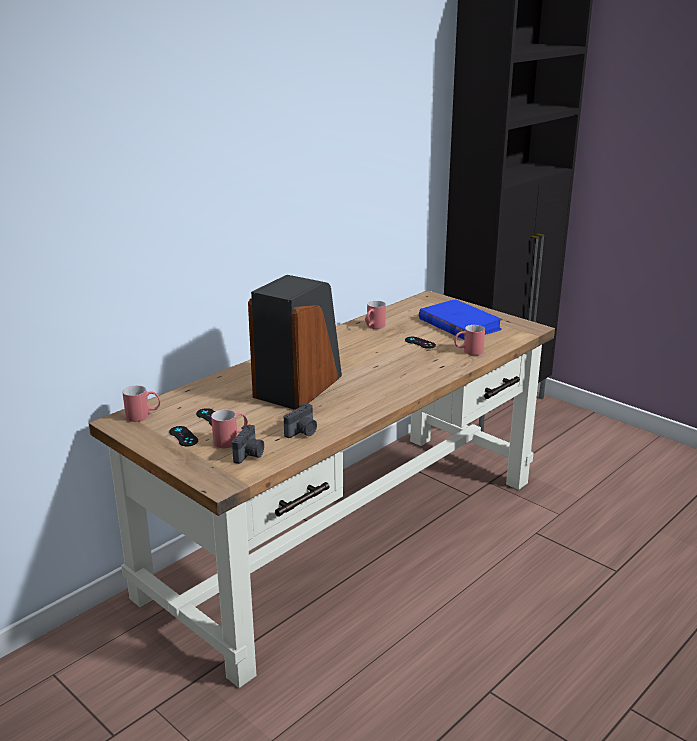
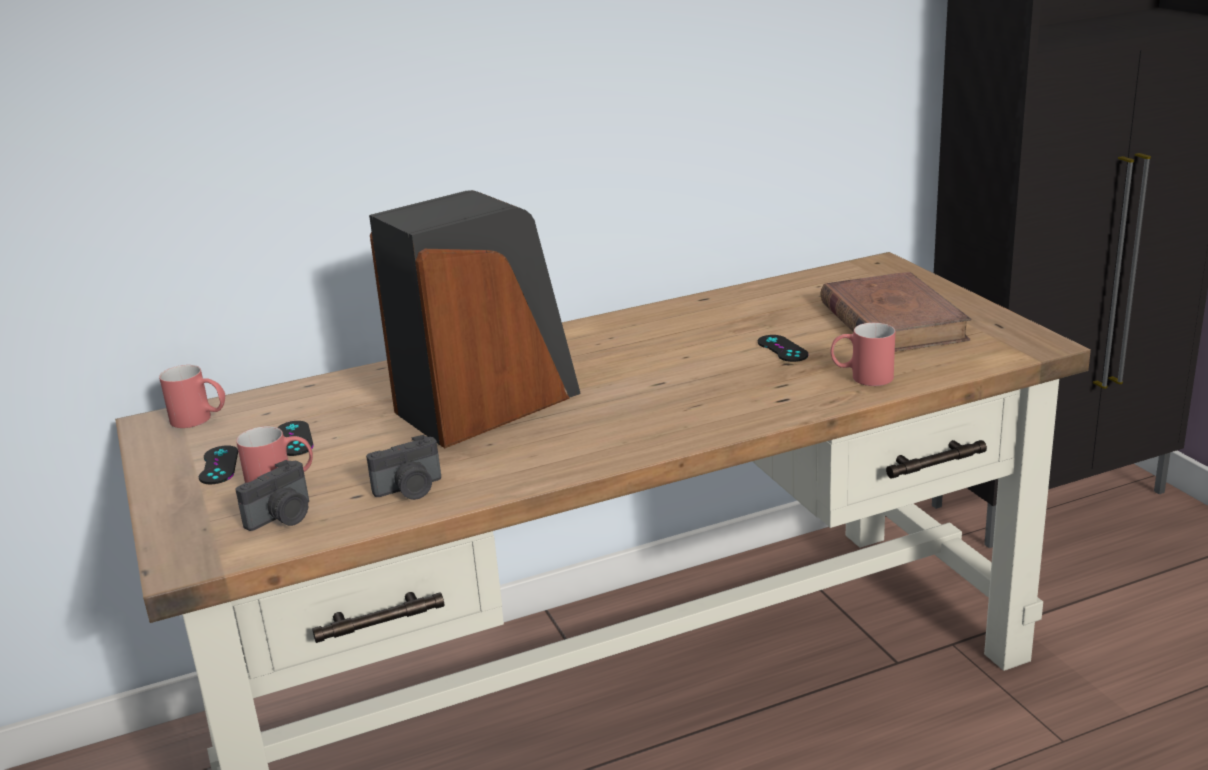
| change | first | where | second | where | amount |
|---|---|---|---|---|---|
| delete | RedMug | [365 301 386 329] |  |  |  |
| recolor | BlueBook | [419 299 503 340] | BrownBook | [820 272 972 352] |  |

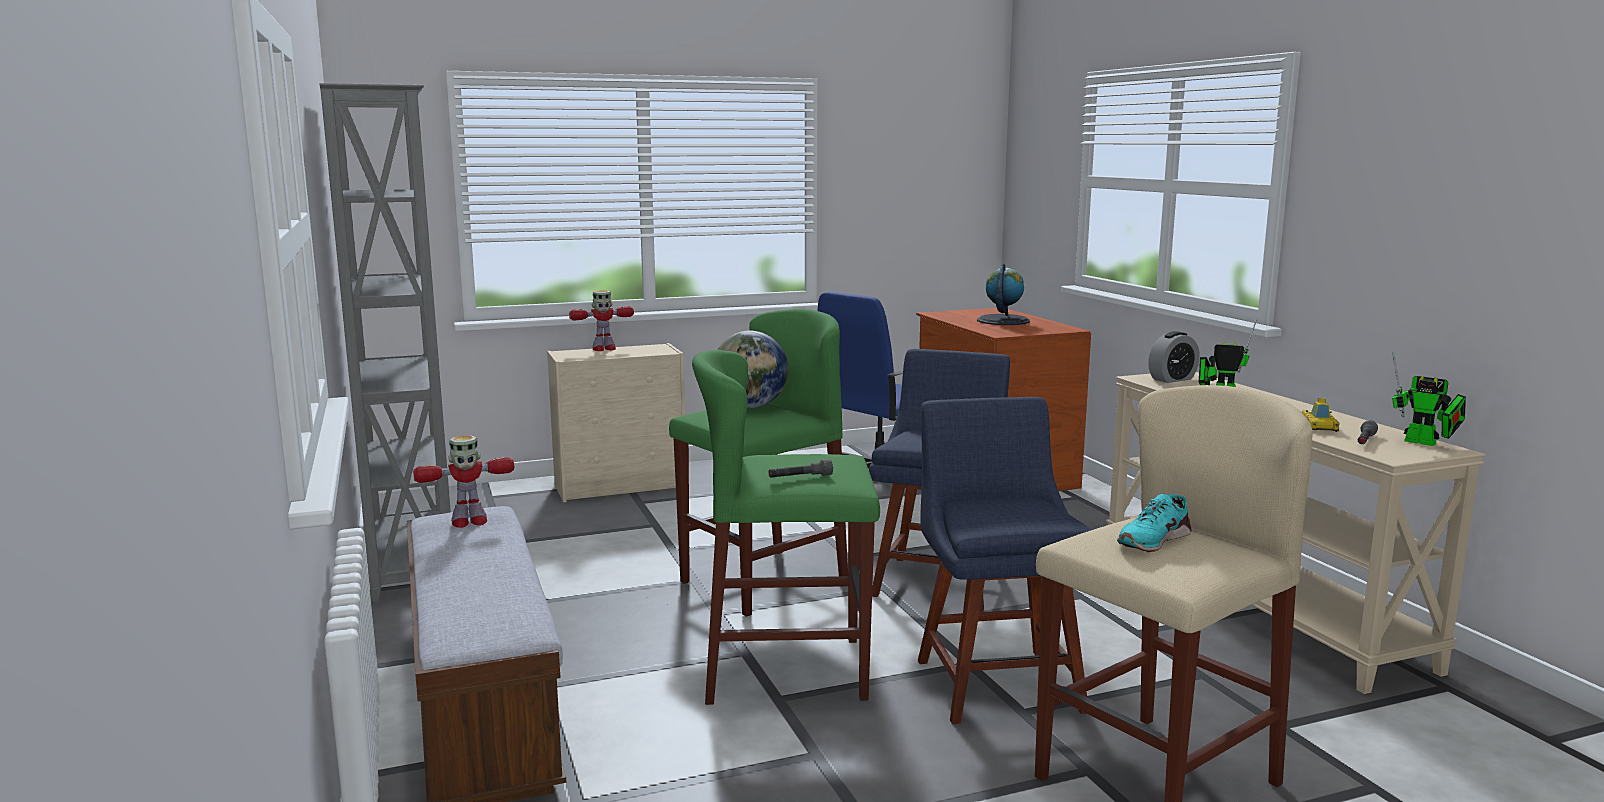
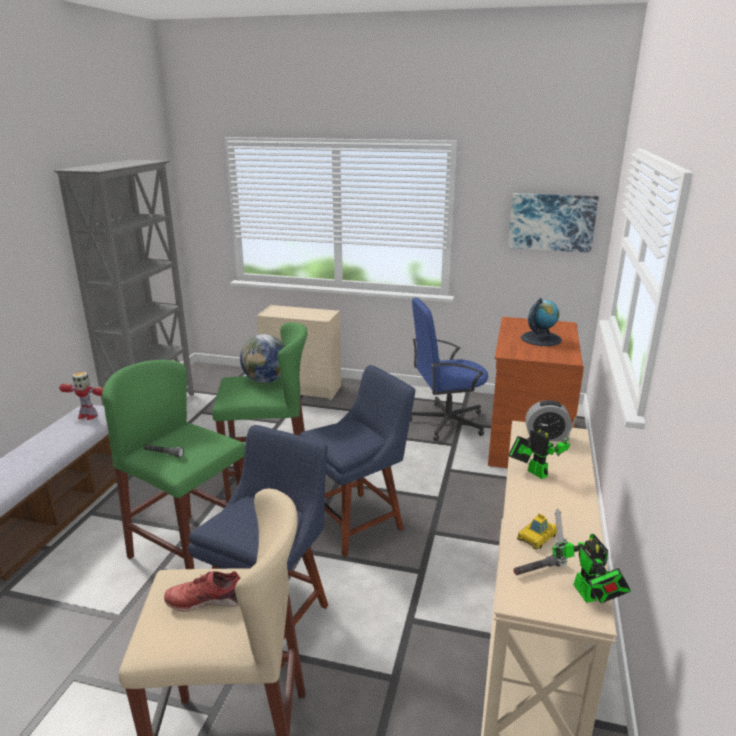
| change | first | where | second | where | amount |
|---|---|---|---|---|---|
| delete | ToyRobot | [569 290 634 351] |  |  |  |
| insert |  |  | Picture | [508 193 599 253] |  |
| recolor | TurquoiseShoe | [1117 494 1192 552] | RedShoe | [164 571 240 612] |  |

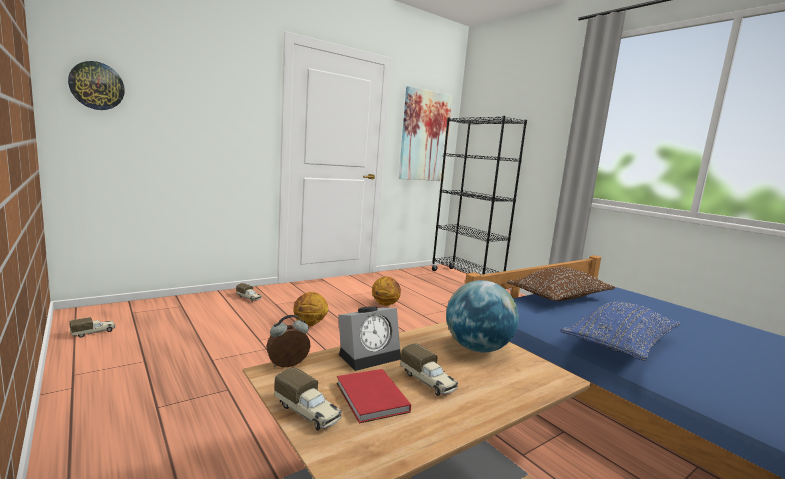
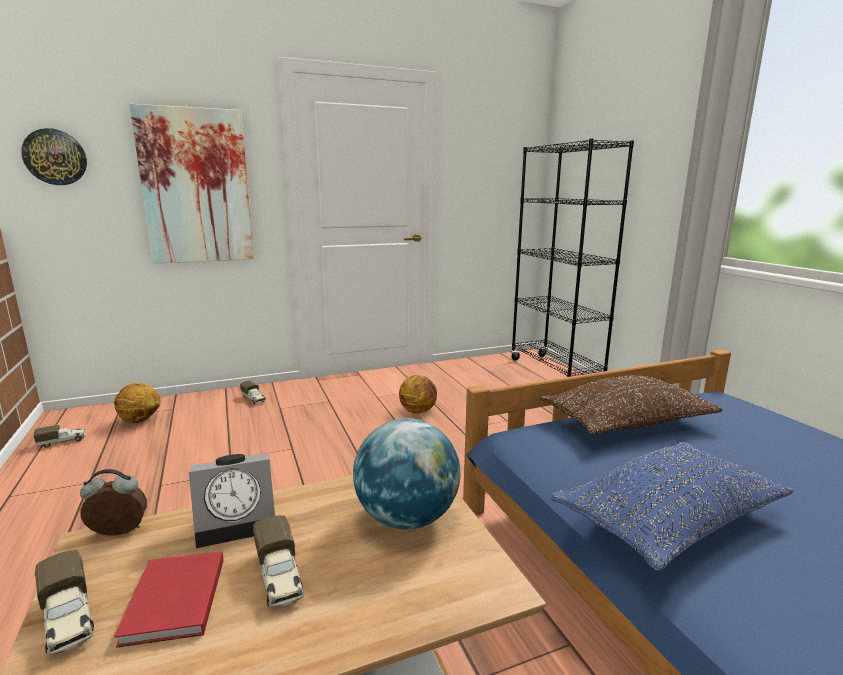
| change | first | where | second | where | amount |
|---|---|---|---|---|---|
| move | Basketball | [293 292 328 326] |  | [114 383 160 423] |  |
| move | Picture | [399 86 452 181] |  | [130 104 254 264] |  |

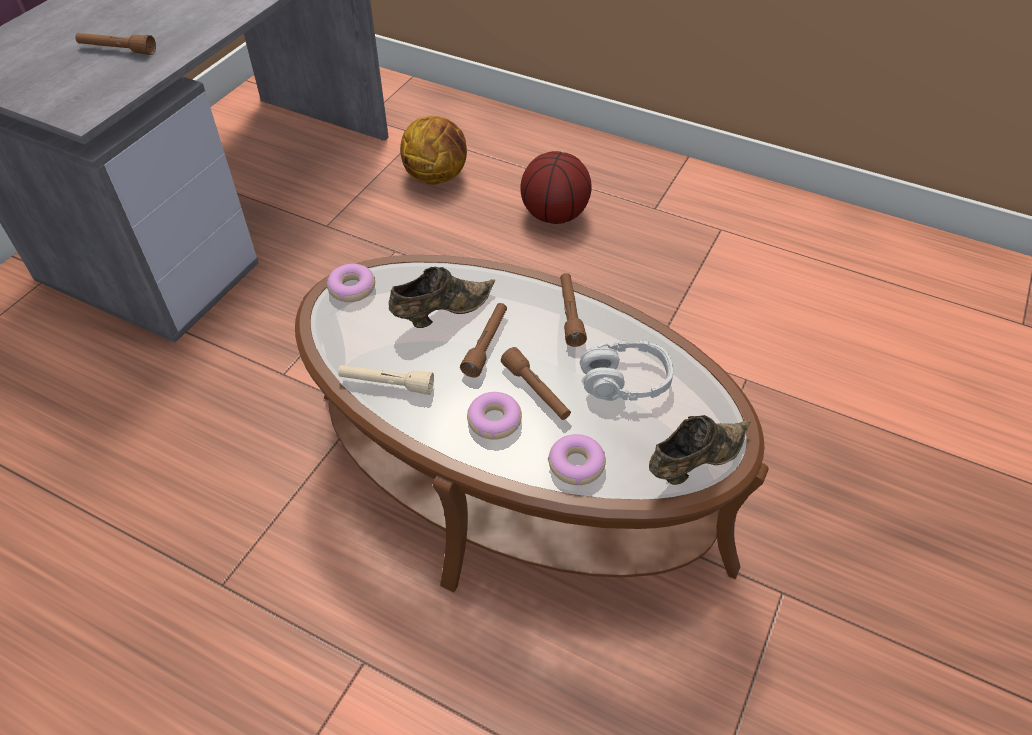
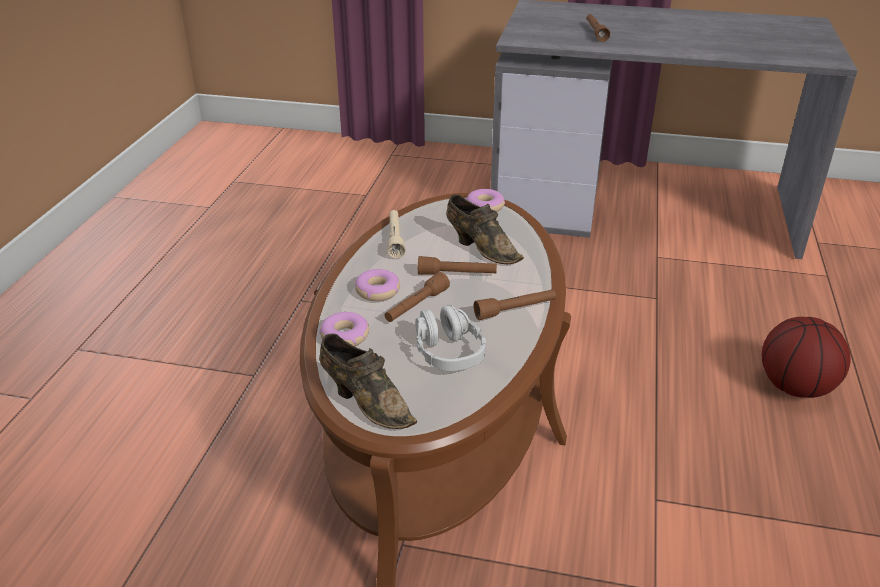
| change | first | where | second | where | amount |
|---|---|---|---|---|---|
| delete | Basketball | [400 116 467 185] |  |  |  |

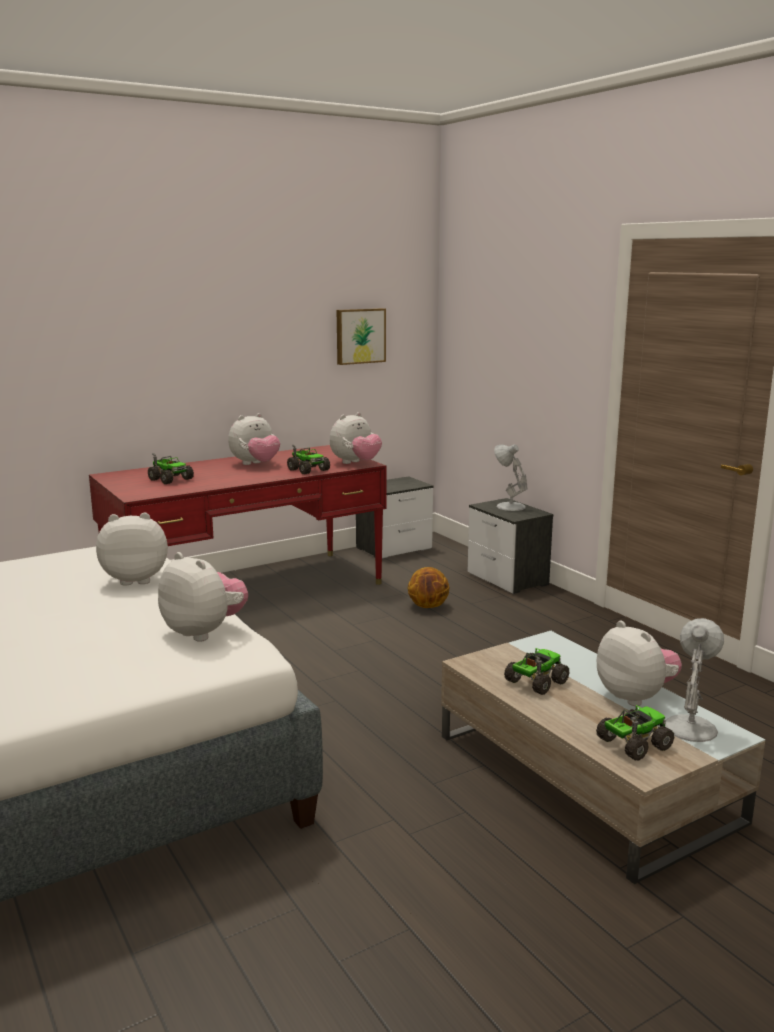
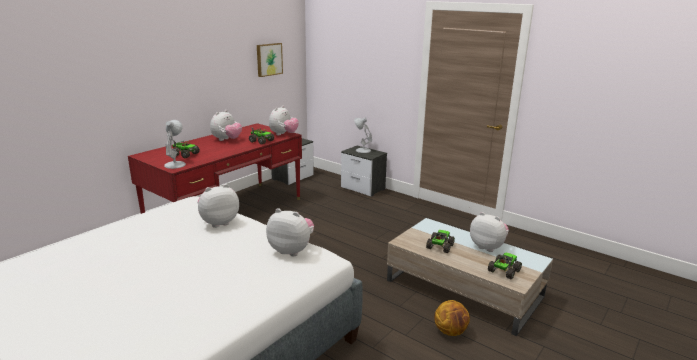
| change | first | where | second | where | amount |
|---|---|---|---|---|---|
| move | Basketball | [408 567 449 608] |  | [434 300 470 336] |  |
| move | WhiteTableLamp | [665 618 724 742] |  | [164 120 186 169] |  |

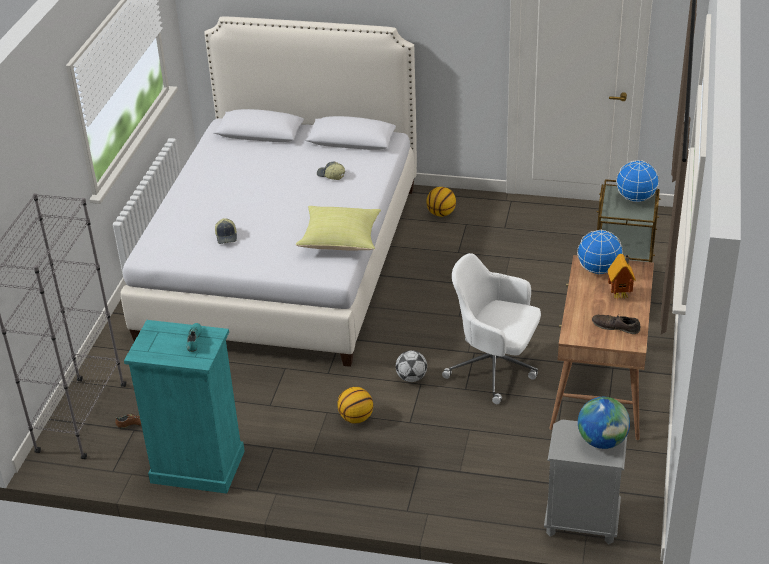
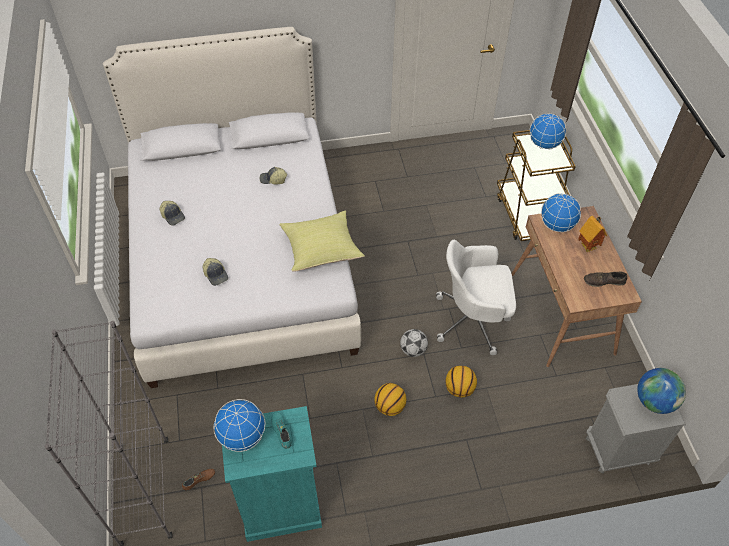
| change | first | where | second | where | amount |
|---|---|---|---|---|---|
| insert |  |  | Cap | [160 201 185 226] |  |
| insert |  |  | Globe | [213 399 265 452] |  |
| move | Basketball | [426 187 456 217] |  | [446 366 477 397] |  |

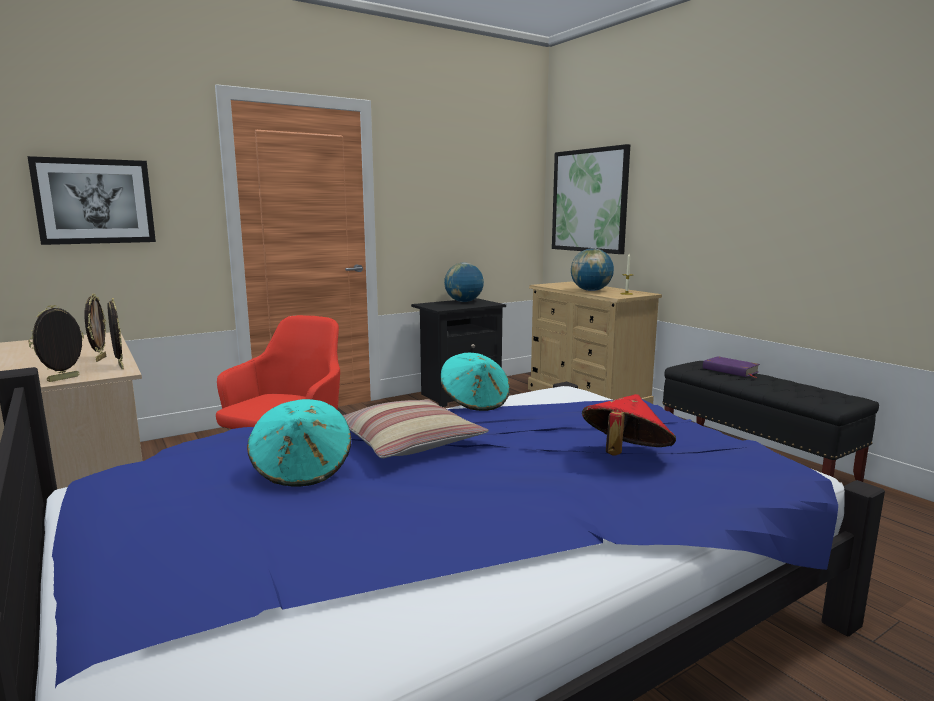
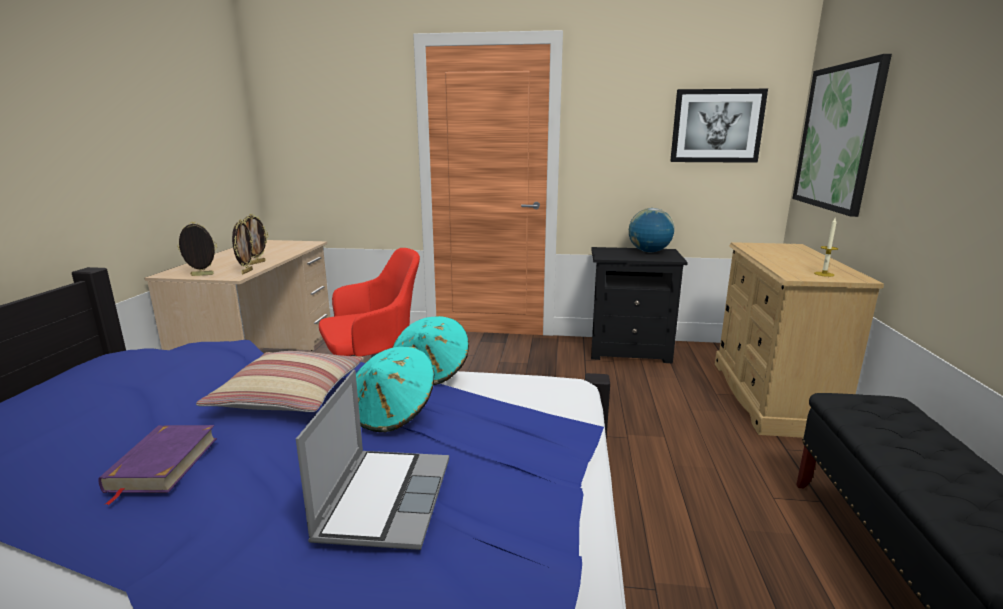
| change | first | where | second | where | amount |
|---|---|---|---|---|---|
| delete | Globe | [571 248 614 291] |  |  |  |
| move | Picture | [27 156 156 245] |  | [670 89 768 163] |  |
| move | TurquoiseHat | [247 399 351 487] |  | [356 346 434 432] |  |
| move | PurpleBook | [703 356 760 378] |  | [98 425 217 505] |  |
| replace | RedHat | [582 394 676 455] | Laptop | [296 370 449 550] |  |

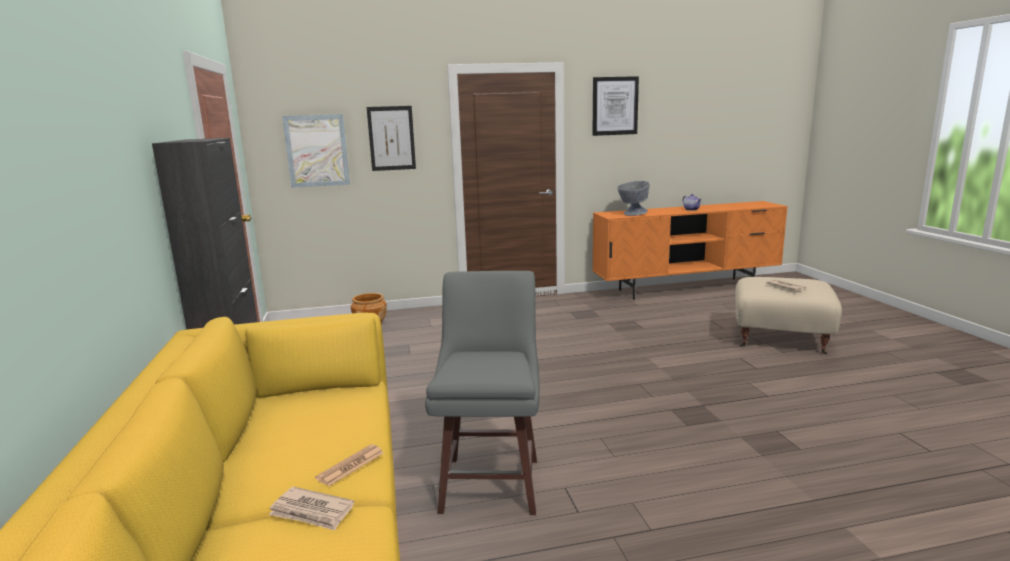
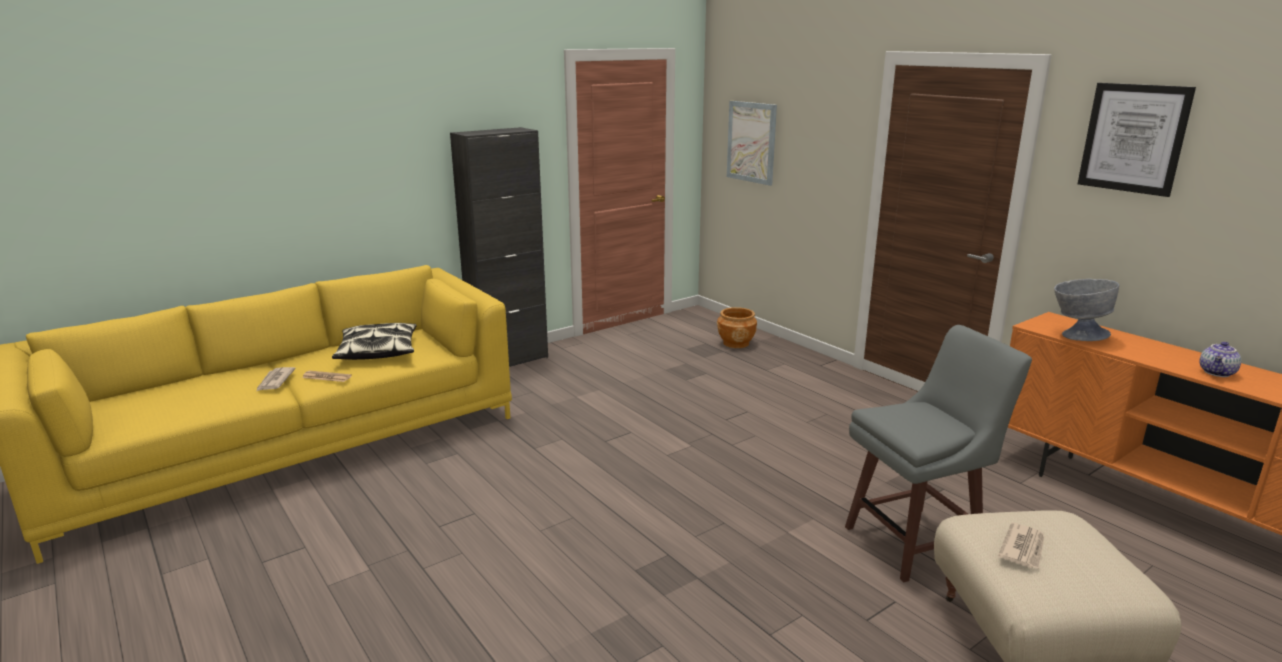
| change | first | where | second | where | amount |
|---|---|---|---|---|---|
| delete | Picture | [367 106 416 171] |  |  |  |
| insert |  |  | Pillow | [332 323 417 360] |  |
| move | GreyStool | [425 271 539 515] |  | [845 325 1032 582] |  |

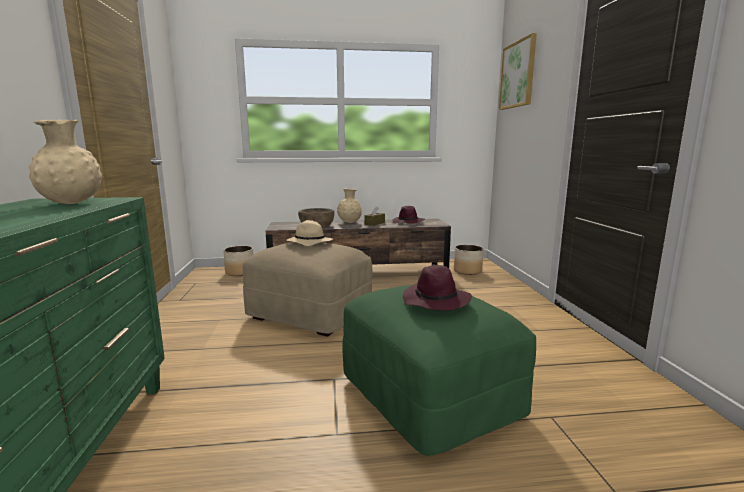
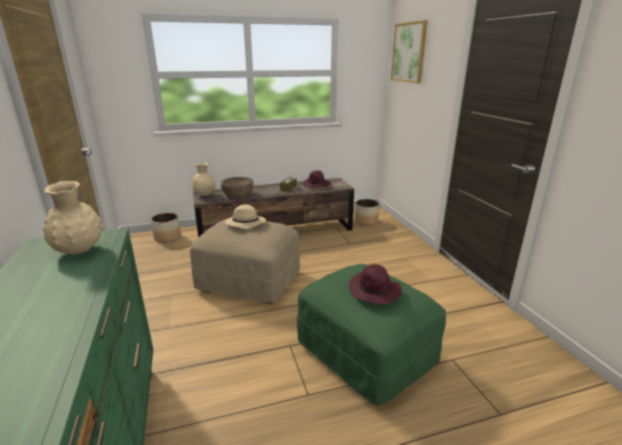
| change | first | where | second | where | amount |
|---|---|---|---|---|---|
| move | BeigeVase | [337 188 362 223] |  | [191 163 215 196] |  |

